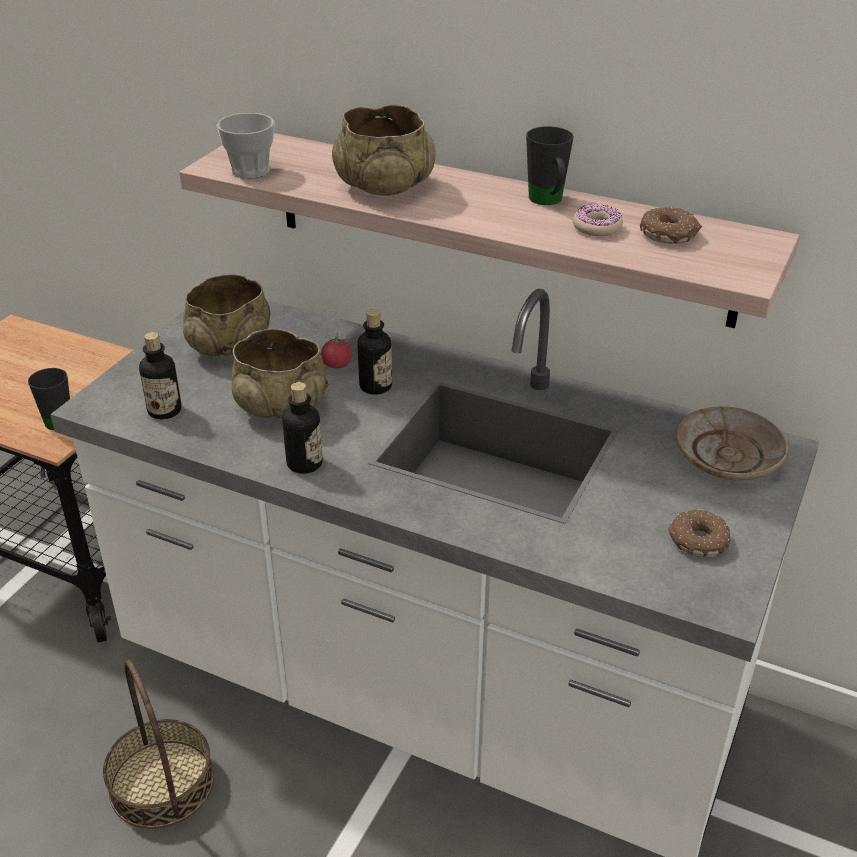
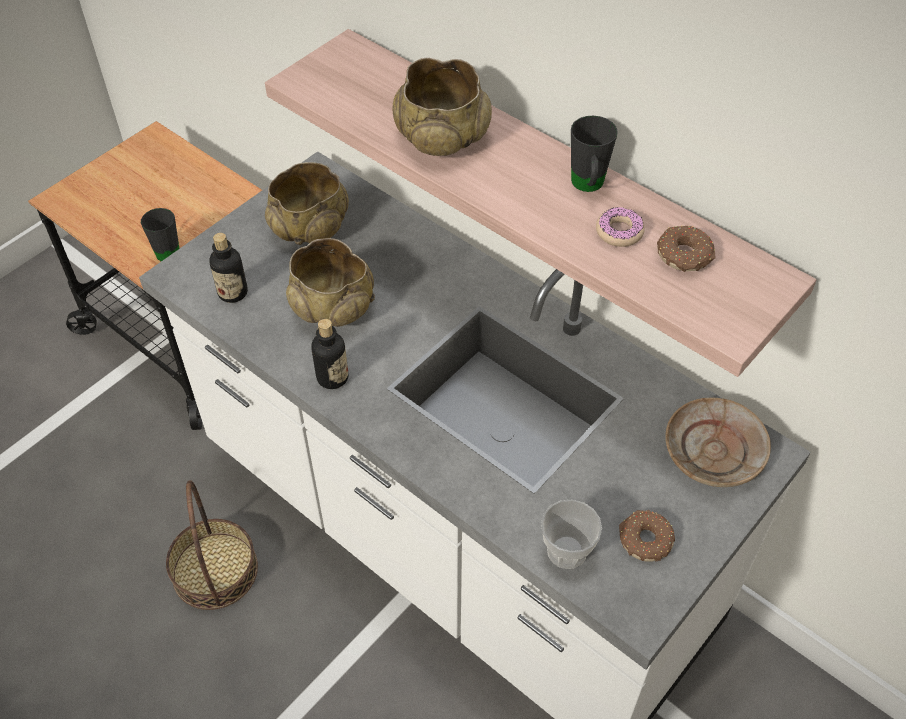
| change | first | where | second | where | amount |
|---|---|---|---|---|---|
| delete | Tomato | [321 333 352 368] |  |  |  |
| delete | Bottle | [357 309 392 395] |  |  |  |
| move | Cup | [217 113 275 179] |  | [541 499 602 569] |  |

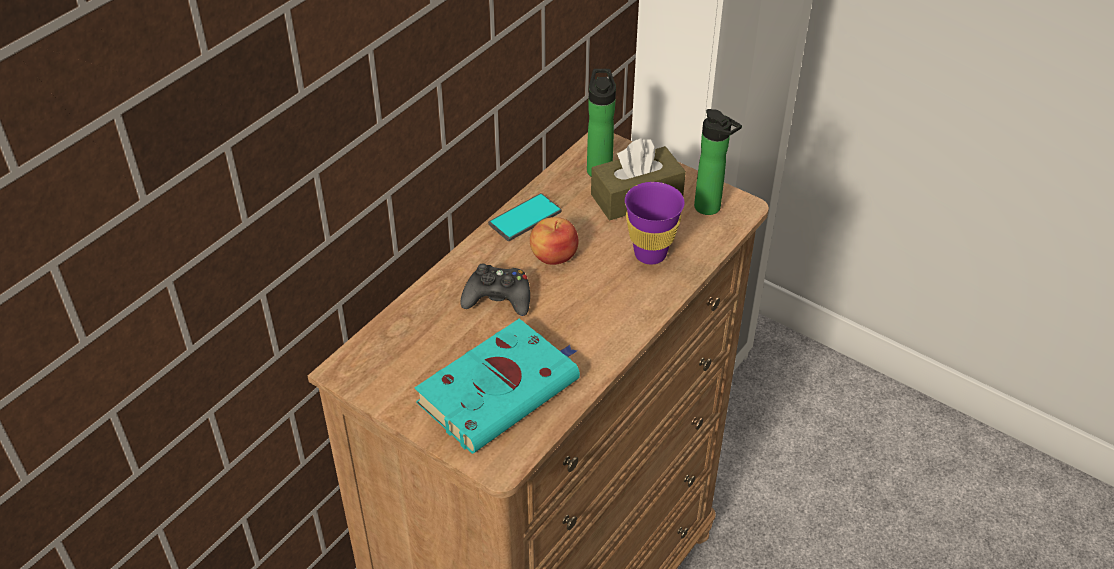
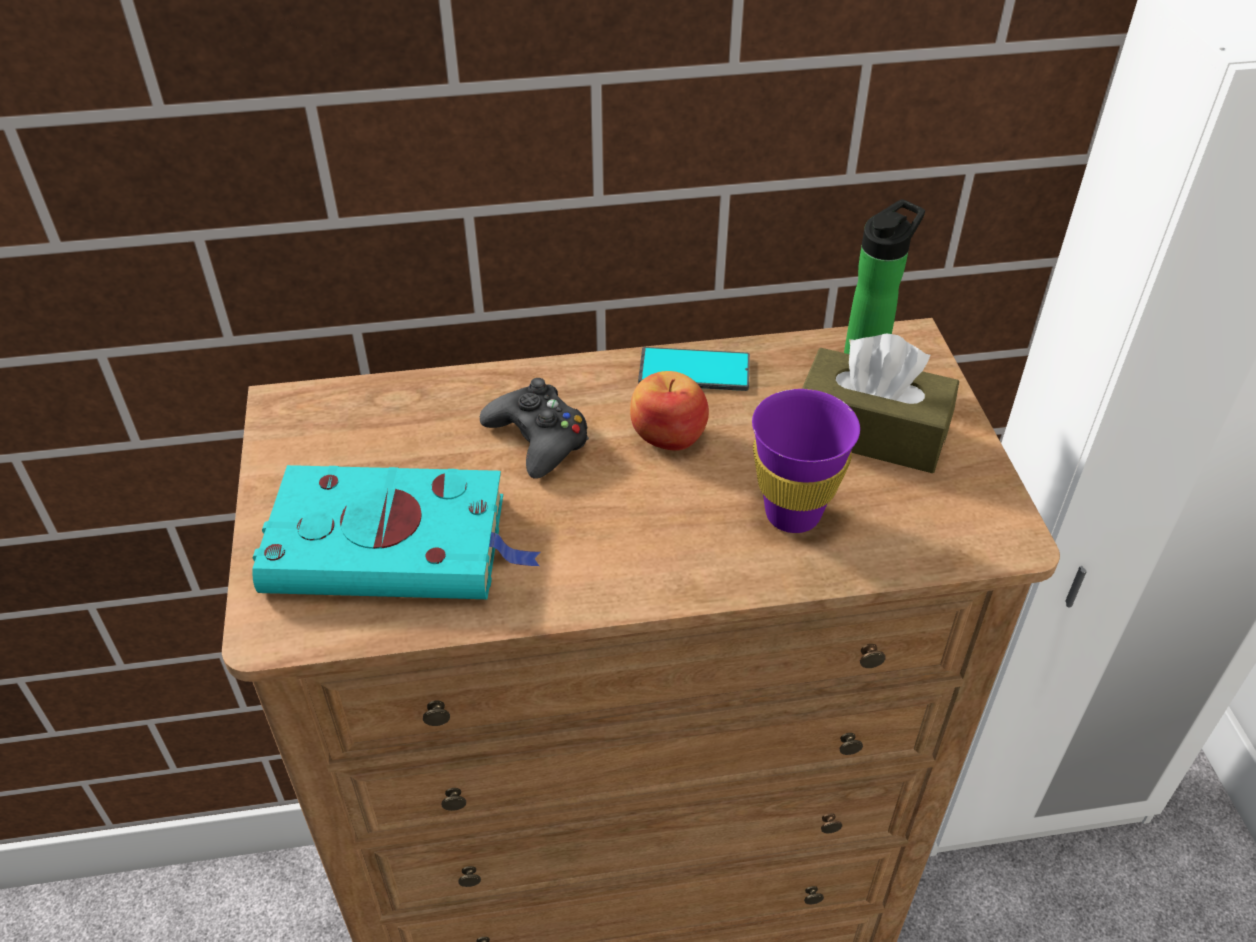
| change | first | where | second | where | amount |
|---|---|---|---|---|---|
| delete | Bottle | [694 109 742 215] |  |  |  |

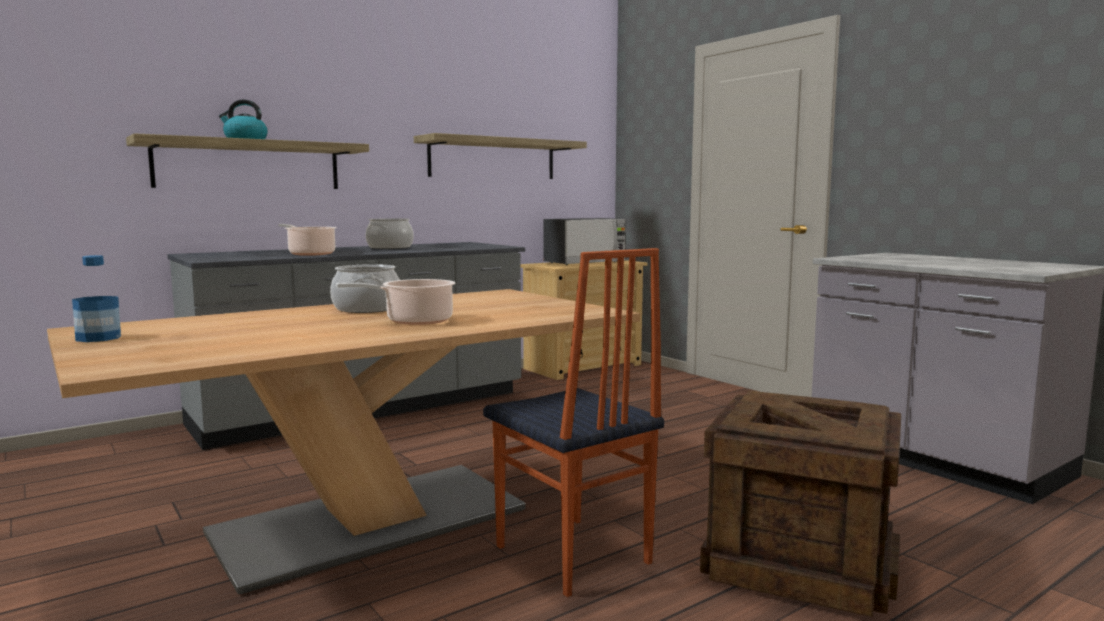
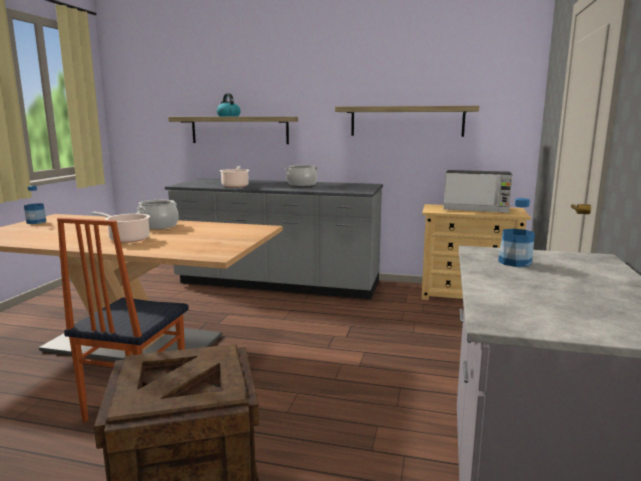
| change | first | where | second | where | amount |
|---|---|---|---|---|---|
| insert |  |  | Bottle | [498 198 535 267] |  |

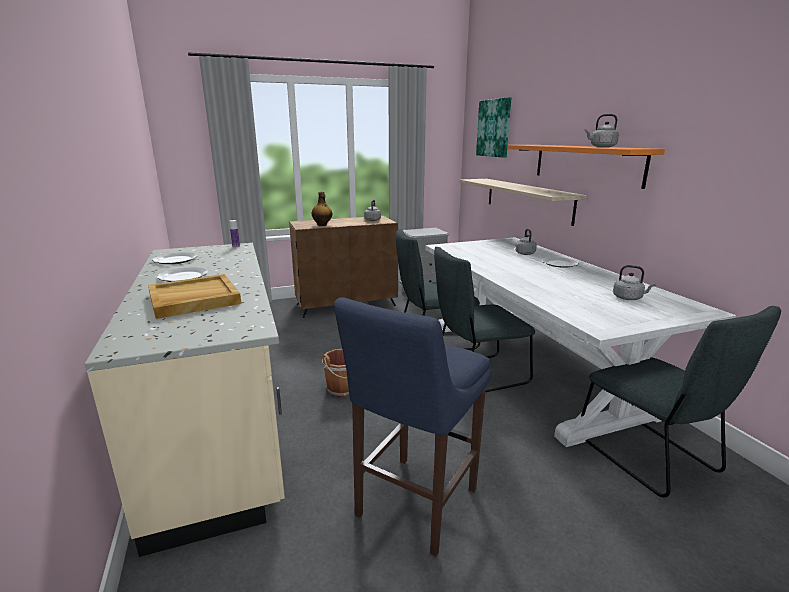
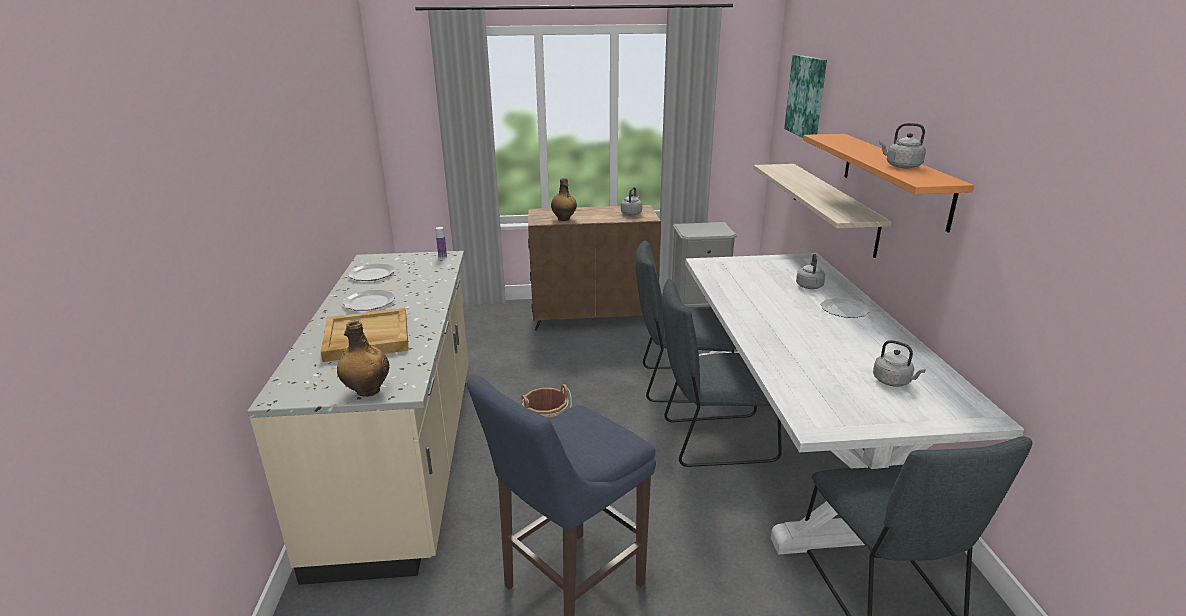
| change | first | where | second | where | amount |
|---|---|---|---|---|---|
| insert |  |  | Bottle | [337 320 389 397] |  |

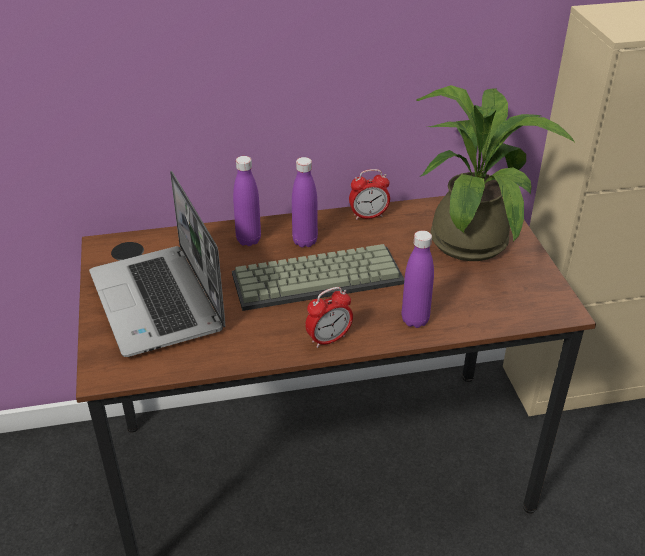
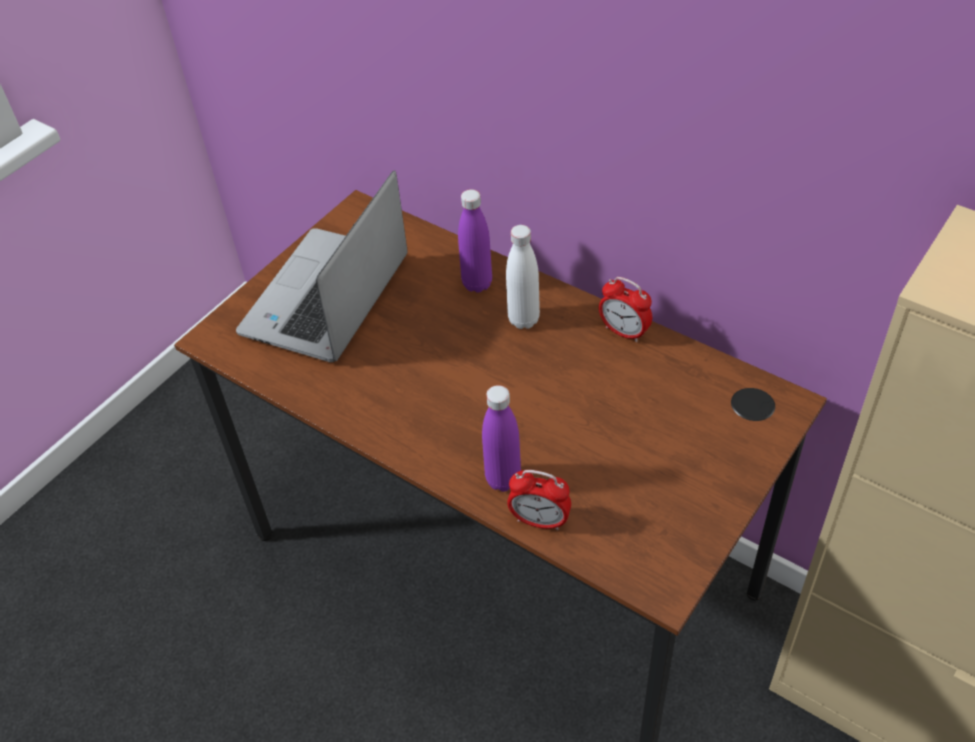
| change | first | where | second | where | amount |
|---|---|---|---|---|---|
| delete | Keyboard | [232 244 404 311] |  |  |  |
| delete | PottedPlant | [417 85 574 261] |  |  |  |
| move | AlarmClock | [305 287 353 348] |  | [507 470 571 530] |  |
| recolor | PurpleBottle | [292 157 318 247] | WhiteBottle | [506 225 540 329] |  |

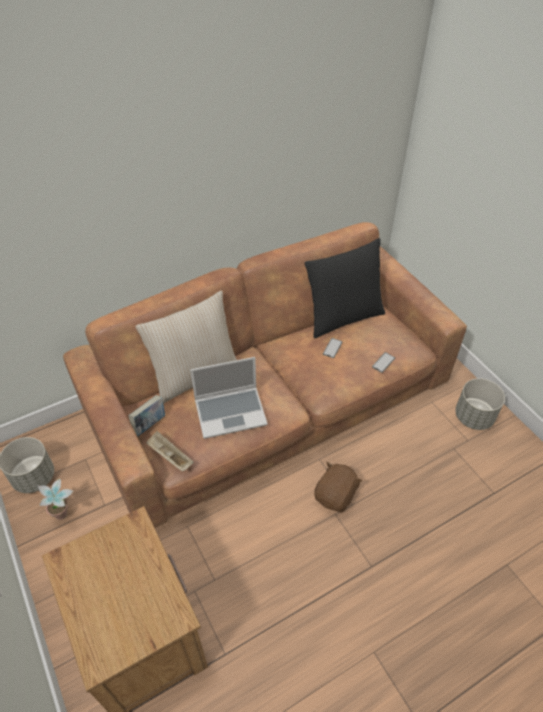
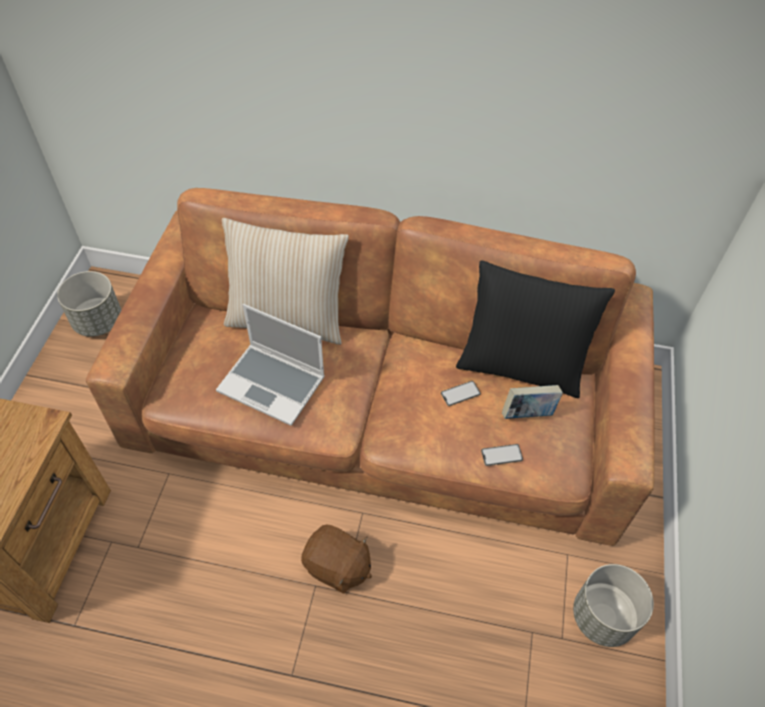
| change | first | where | second | where | amount |
|---|---|---|---|---|---|
| delete | PottedPlant | [38 479 73 520] |  |  |  |
| delete | BeigeTray | [146 431 194 471] |  |  |  |
| move | Book | [129 395 165 437] |  | [502 385 563 419] |  |
| rotate | BrownPlushToy | [314 462 362 513] |  | [301 524 372 594] | 45 degrees clockwise |

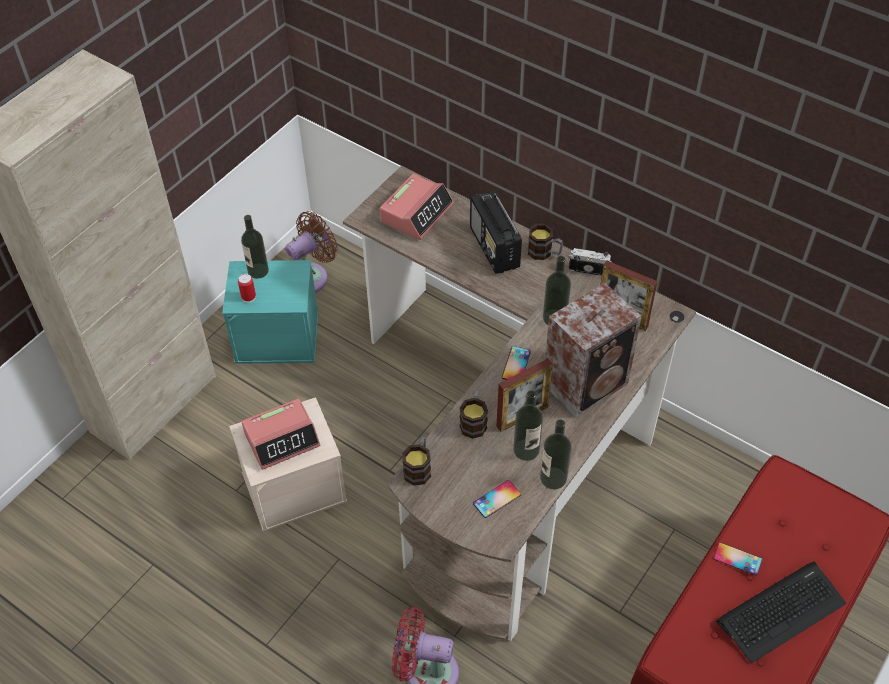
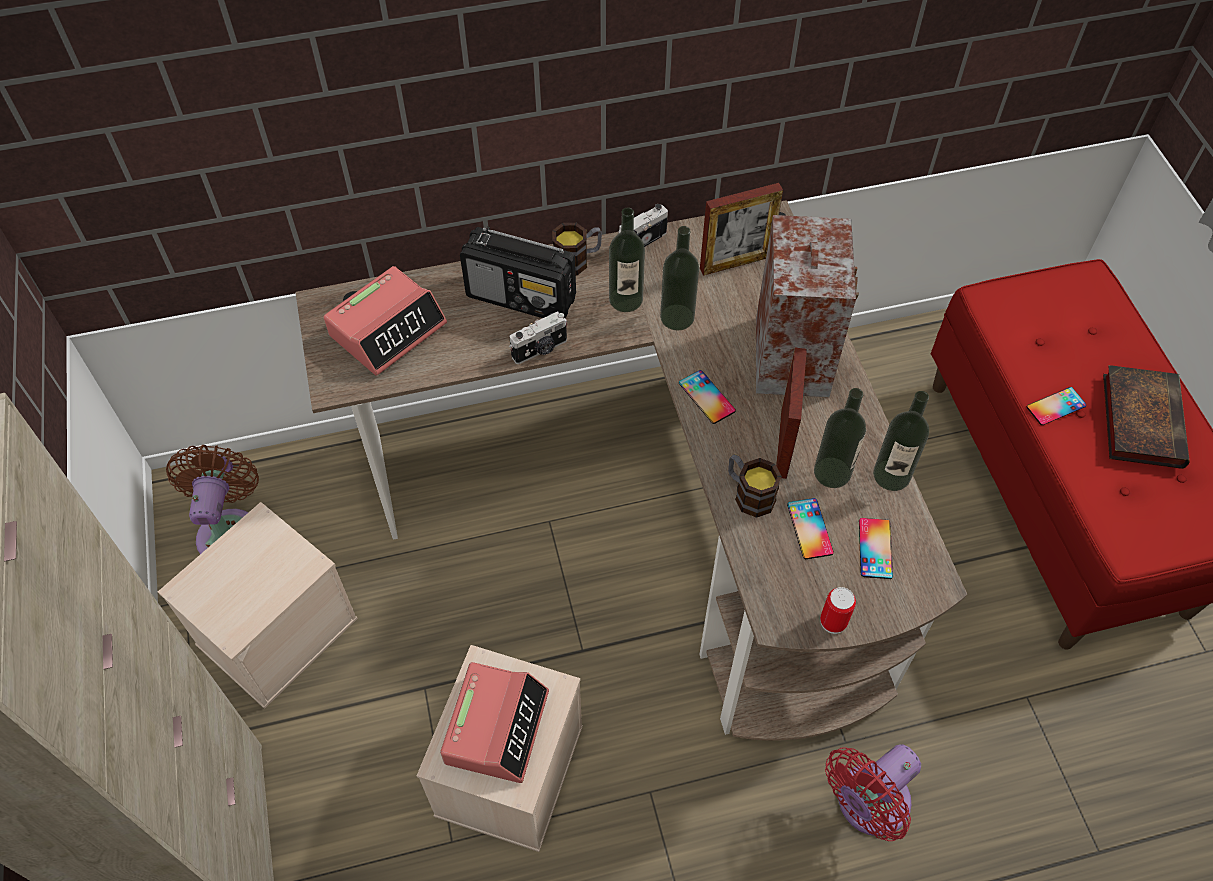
| change | first | where | second | where | amount |
|---|---|---|---|---|---|
| delete | Mug | [402 437 431 486] |  |  |  |
| insert |  |  | PhotoCamera | [509 311 567 364] |  |
| insert |  |  | Phone | [787 498 834 559] |  |
| move | Can | [238 274 256 303] |  | [820 587 856 634] |  |
| move | Bottle | [241 215 269 279] |  | [609 208 645 312] |  |
| replace | Keyboard | [716 561 847 663] | Book | [1103 365 1190 469] |  |
| recolor | TurquoiseStorageBox | [222 260 318 364] | BeigeStorageBox | [158 502 358 709] |  |
| rotate | AlarmClock | [380 174 454 240] |  | [324 266 447 376] | 60 degrees clockwise |

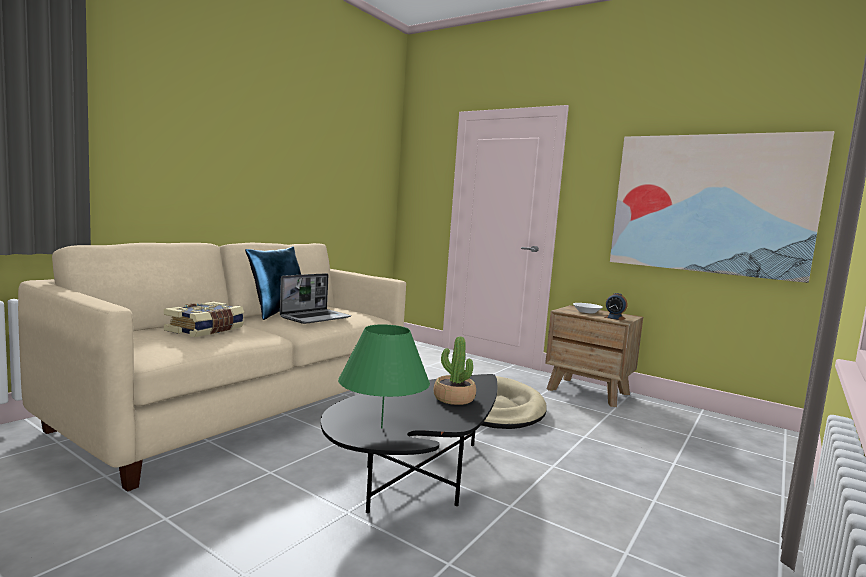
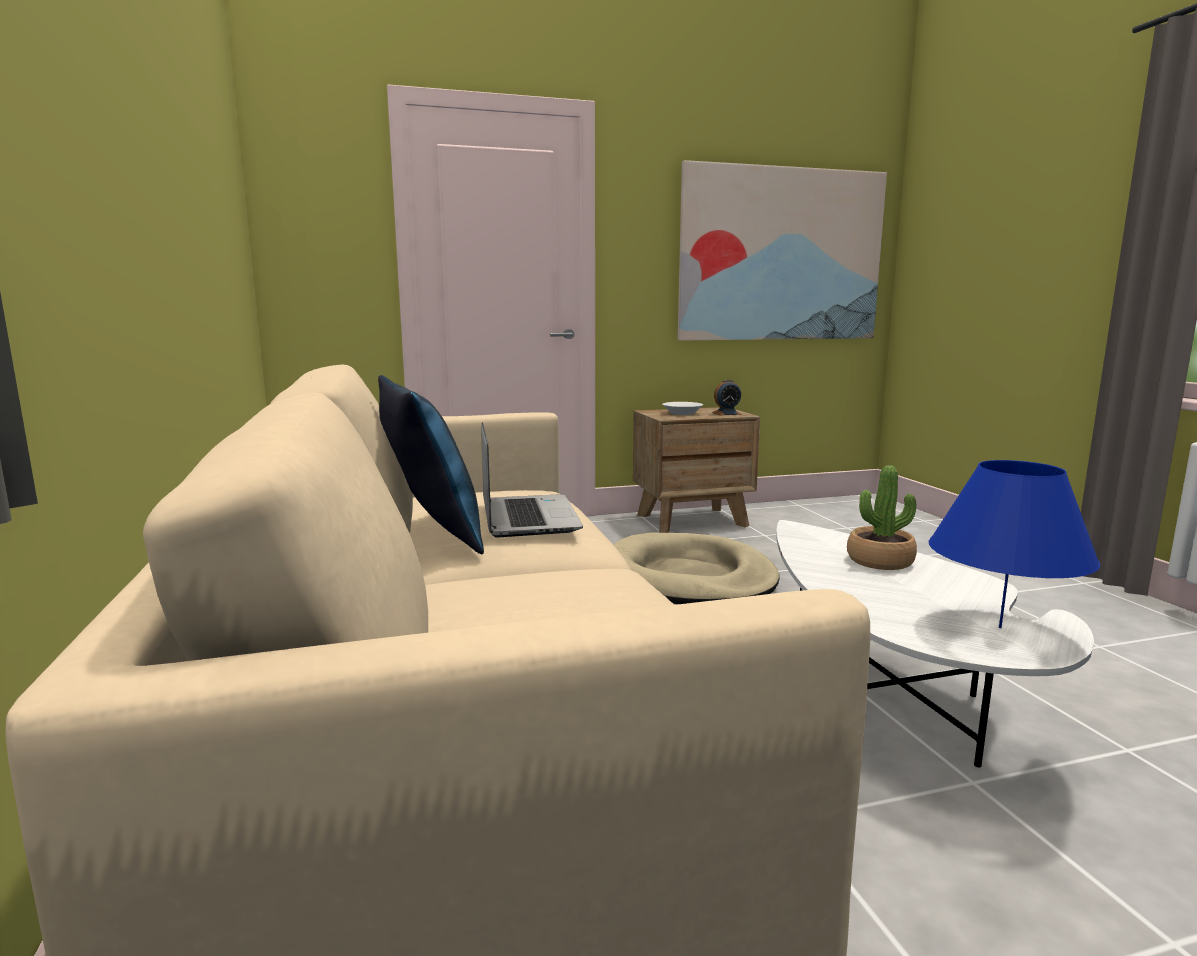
| change | first | where | second | where | amount |
|---|---|---|---|---|---|
| delete | Book | [164 301 244 337] |  |  |  |
| recolor | BlackCoffeeTable | [321 374 497 513] | WhiteCoffeeTable | [776 520 1094 768] |  |
| recolor | GreenTableLamp | [338 324 430 429] | BlueTableLamp | [929 460 1100 628] |  |

